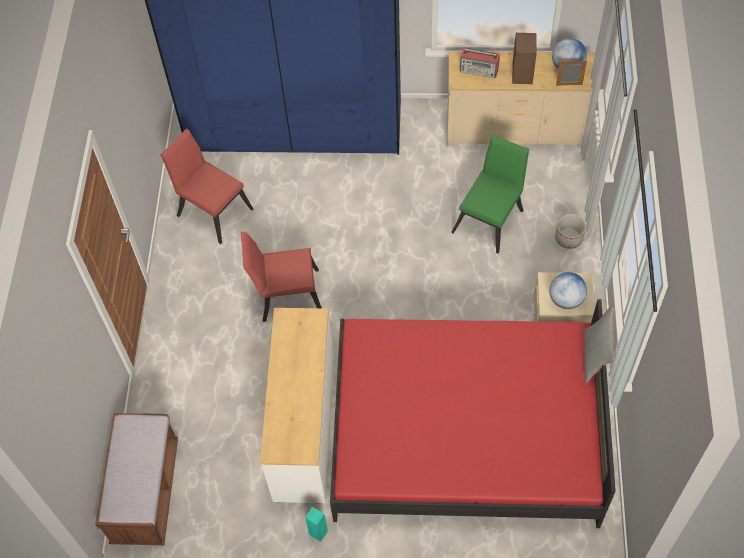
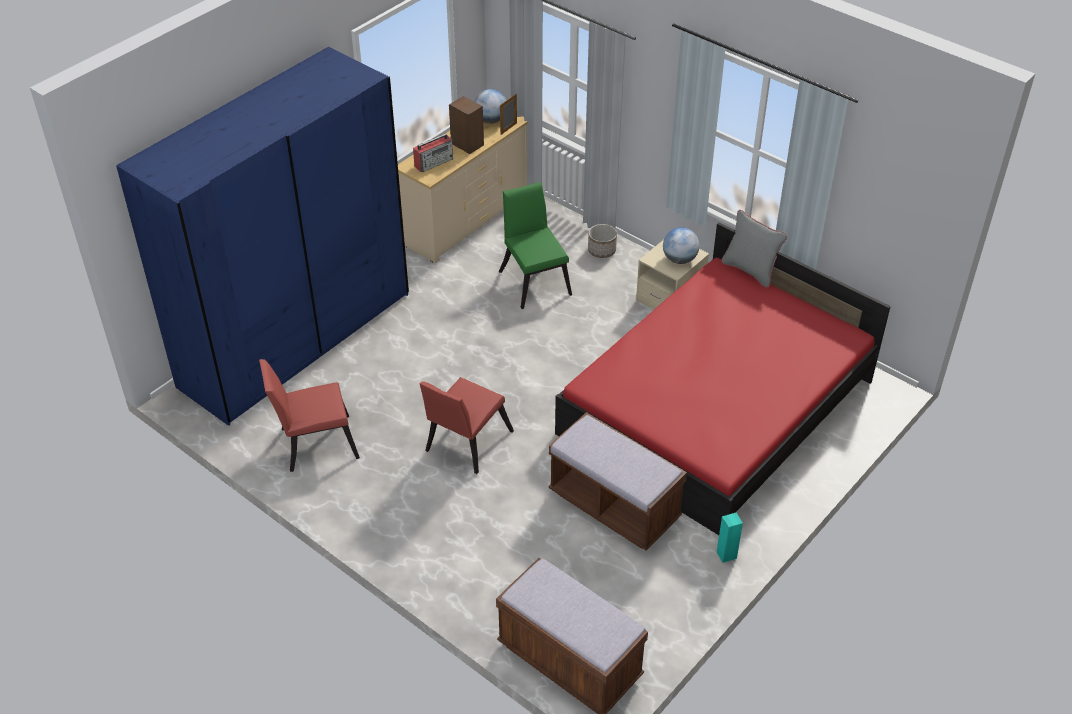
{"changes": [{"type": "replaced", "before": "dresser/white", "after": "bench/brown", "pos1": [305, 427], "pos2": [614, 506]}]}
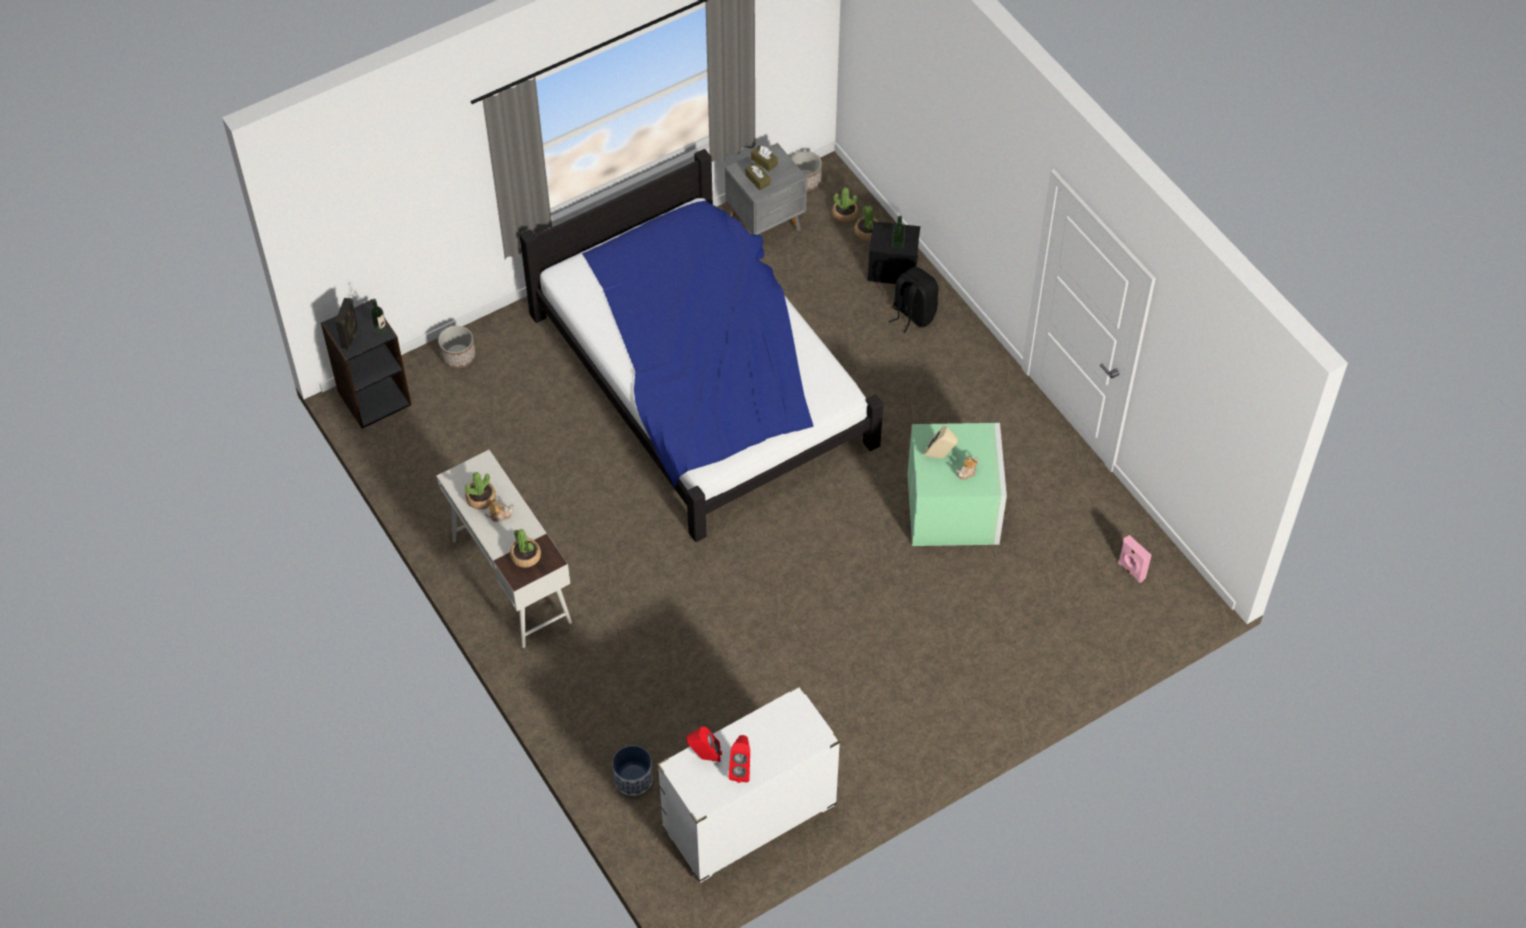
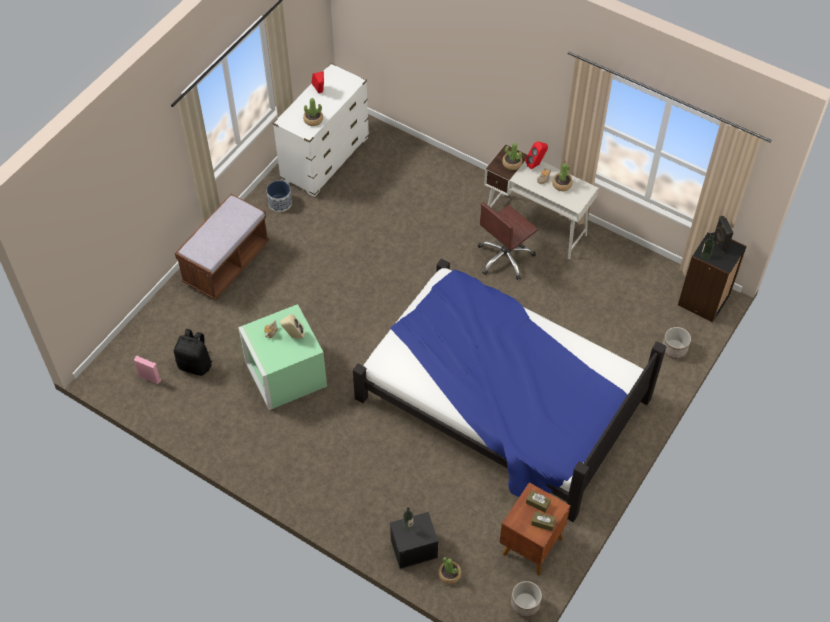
{"changes": [{"type": "added", "after": "bench/brown", "pos2": [226, 264]}, {"type": "added", "after": "office chair/brown", "pos2": [505, 258]}, {"type": "moved", "before": "planter", "pos1": [633, 779], "pos2": [280, 203]}, {"type": "moved", "before": "speaker/red", "pos1": [704, 756], "pos2": [536, 164]}, {"type": "moved", "before": "potted plant", "pos1": [845, 214], "pos2": [313, 120]}, {"type": "moved", "before": "backpack/black", "pos1": [912, 314], "pos2": [196, 365]}, {"type": "recoloured", "before": "nightstand/grey", "after": "nightstand/brown", "pos1": [766, 226], "pos2": [531, 546]}]}
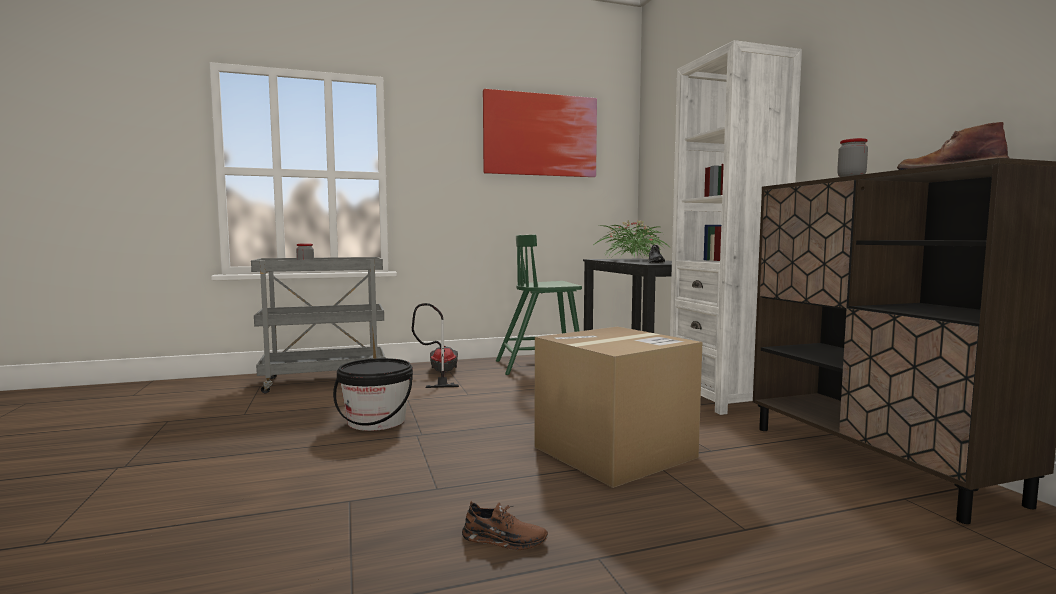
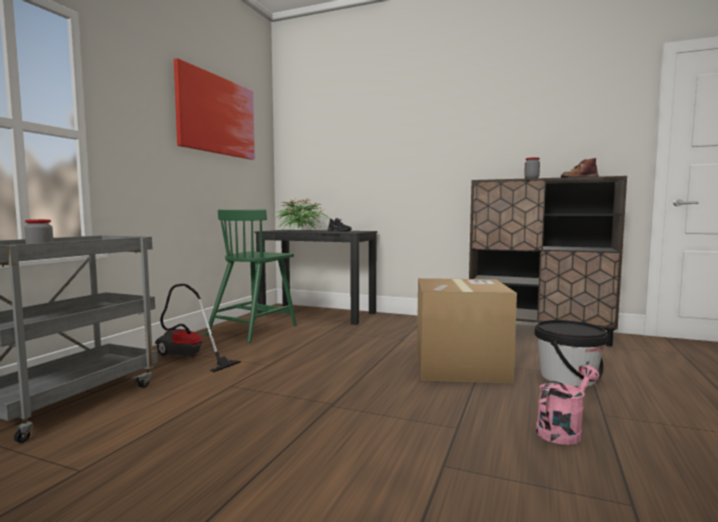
{"changes": [{"type": "removed", "before": "bookcase/white", "pos1": [723, 398]}, {"type": "moved", "before": "bucket/black", "pos1": [376, 421], "pos2": [568, 377]}, {"type": "replaced", "before": "shoe/brown", "after": "watering can/pink", "pos1": [504, 540], "pos2": [563, 430]}]}
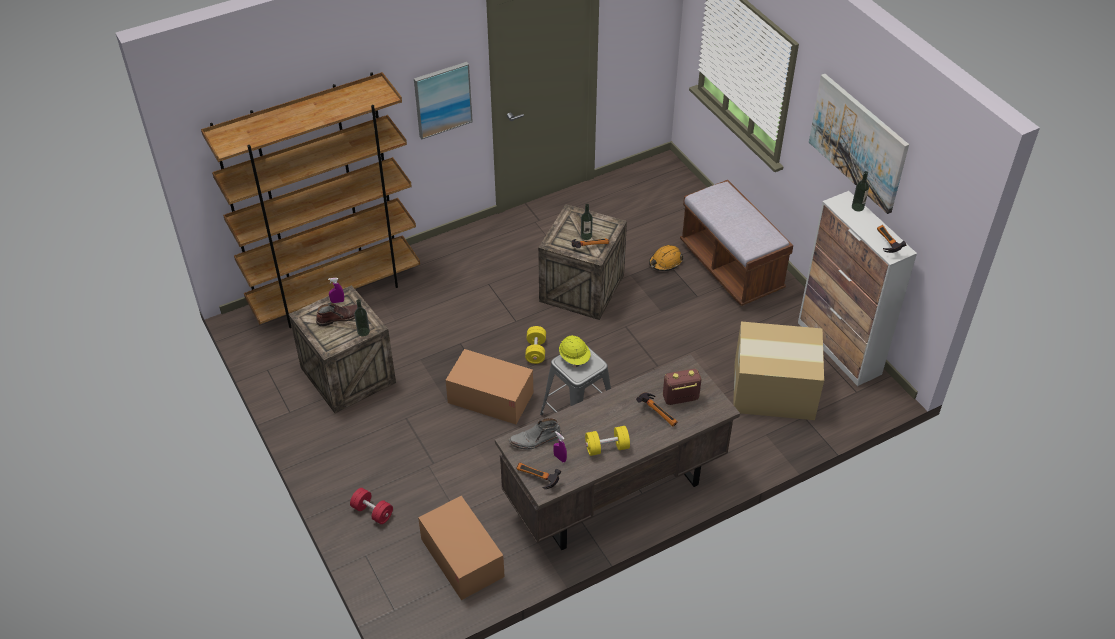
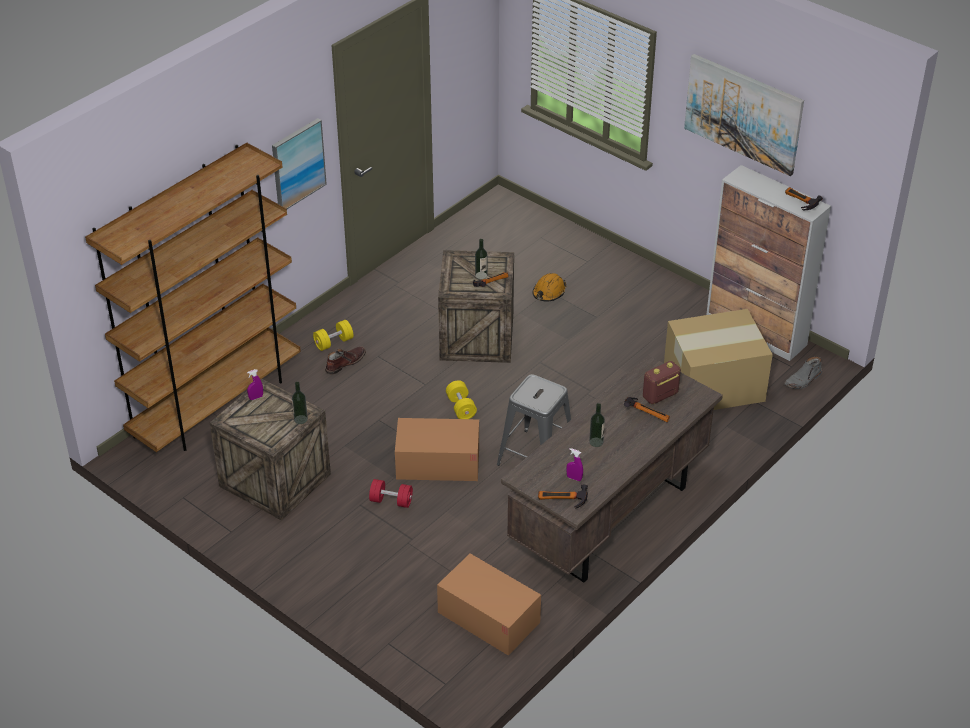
{"changes": [{"type": "removed", "before": "hard hat/yellow", "pos1": [574, 358]}, {"type": "removed", "before": "bench/brown", "pos1": [731, 267]}, {"type": "moved", "before": "boot/brown", "pos1": [340, 317], "pos2": [345, 363]}, {"type": "moved", "before": "dumbbell/red", "pos1": [372, 512], "pos2": [391, 501]}, {"type": "moved", "before": "boot/grey", "pos1": [535, 440], "pos2": [803, 380]}, {"type": "moved", "before": "dumbbell/yellow", "pos1": [607, 447], "pos2": [333, 342]}, {"type": "moved", "before": "bottle", "pos1": [857, 207], "pos2": [596, 442]}]}
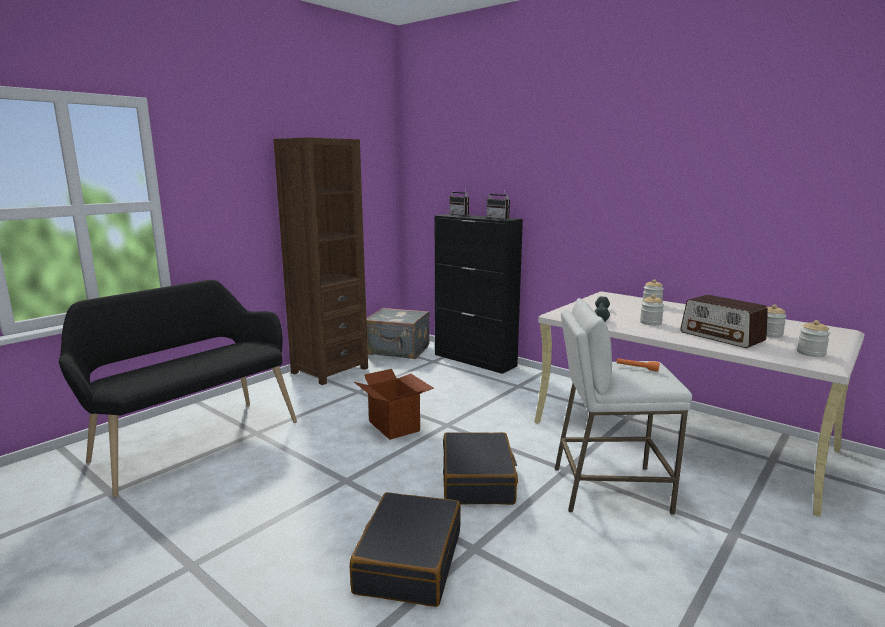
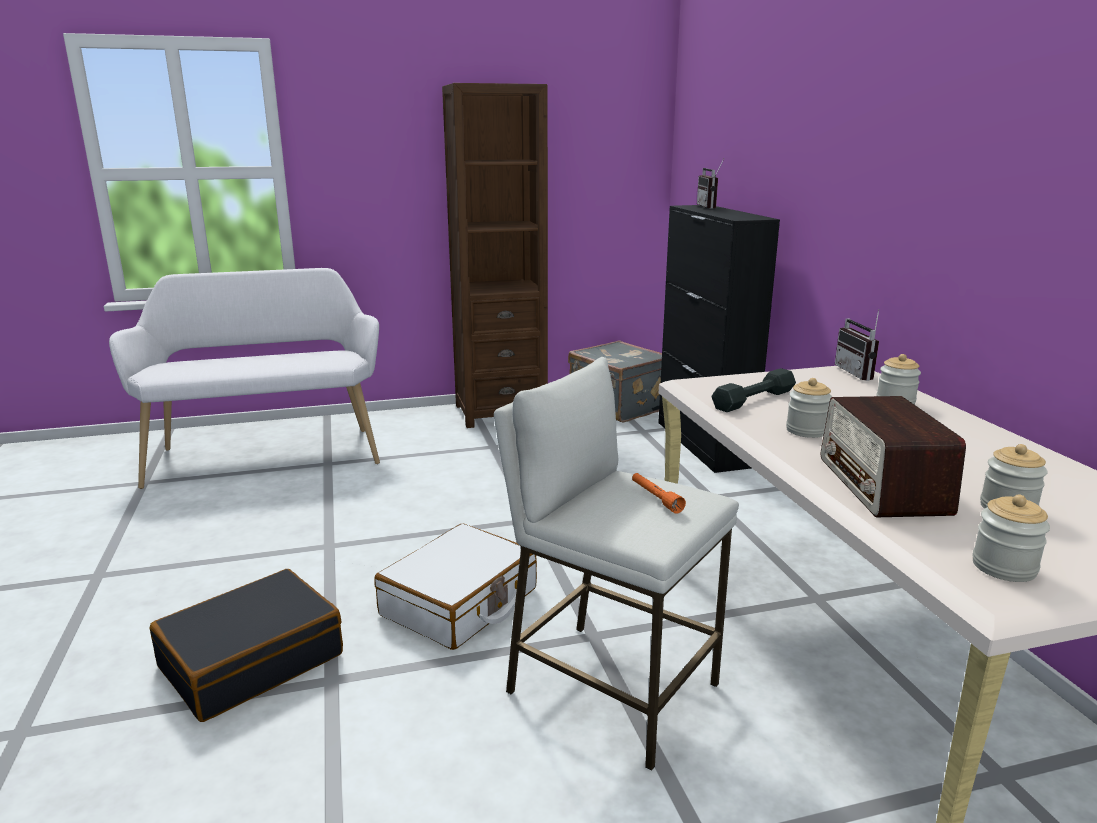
{"changes": [{"type": "removed", "before": "cardboard box", "pos1": [394, 426]}, {"type": "moved", "before": "radio", "pos1": [500, 218], "pos2": [859, 373]}, {"type": "recoloured", "before": "bench/black", "after": "bench/white", "pos1": [192, 440], "pos2": [267, 453]}, {"type": "recoloured", "before": "suitcase/black", "after": "suitcase/white", "pos1": [478, 480], "pos2": [460, 602]}]}
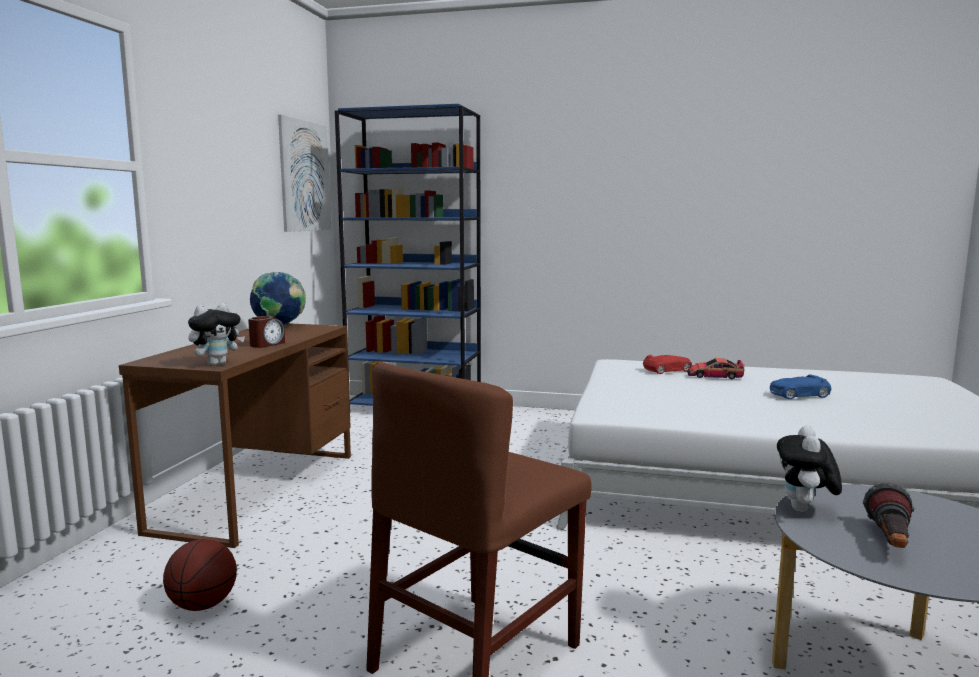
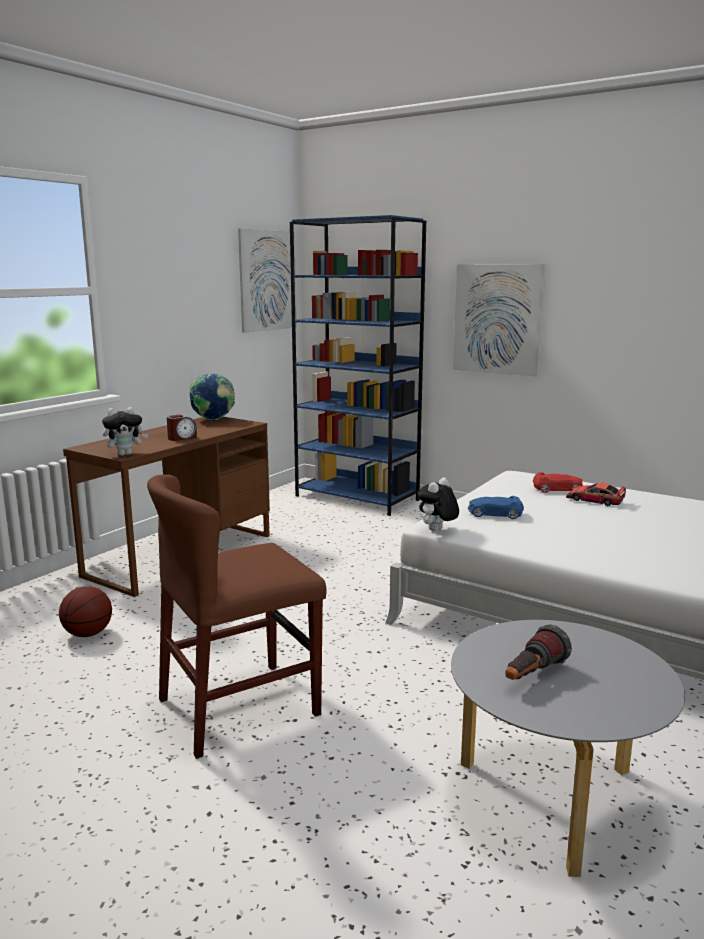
{"changes": [{"type": "added", "after": "picture", "pos2": [497, 319]}, {"type": "moved", "before": "toy car/blue", "pos1": [798, 395], "pos2": [495, 514]}, {"type": "moved", "before": "plush toy", "pos1": [805, 510], "pos2": [437, 530]}]}
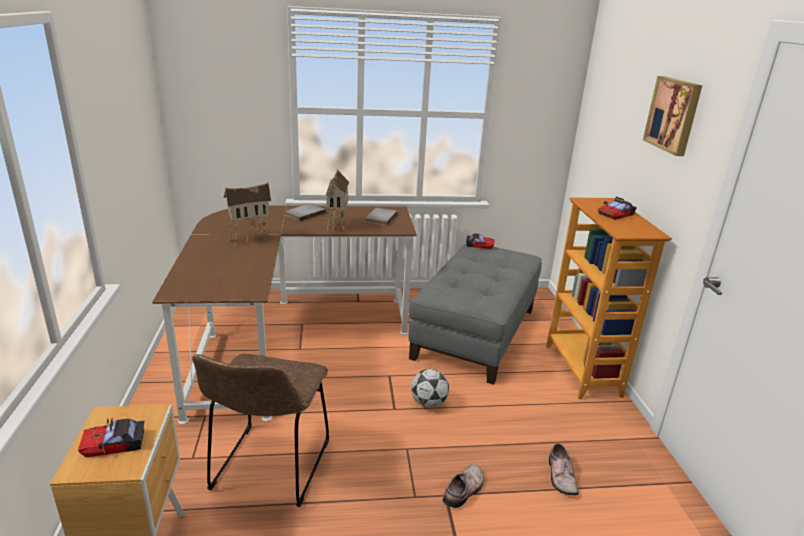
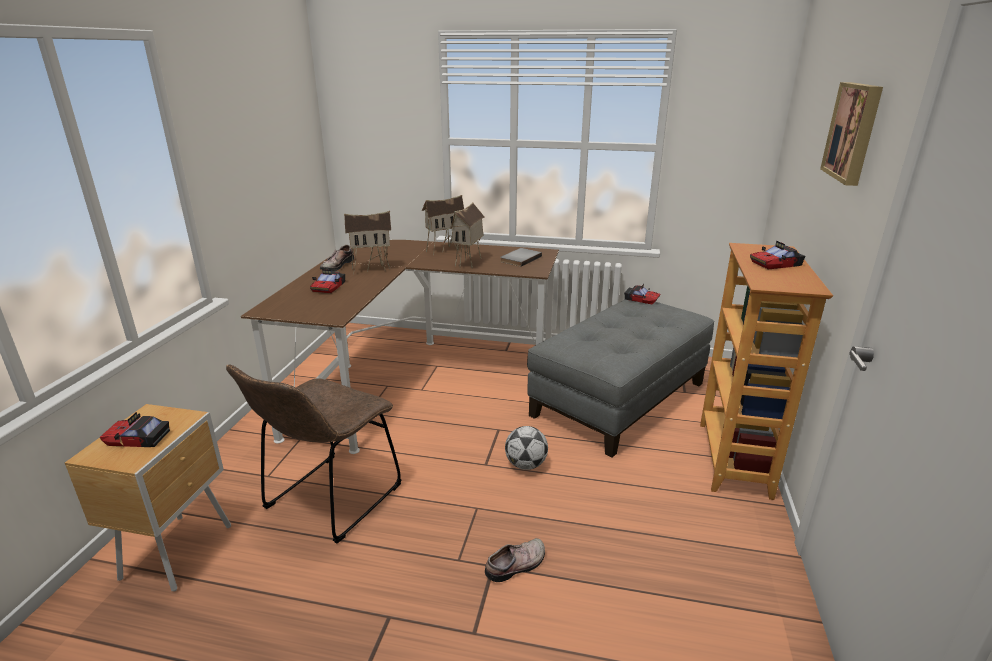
{"changes": [{"type": "added", "after": "toy car", "pos2": [329, 287]}, {"type": "moved", "before": "shoe", "pos1": [560, 476], "pos2": [336, 265]}, {"type": "replaced", "before": "book/grey", "after": "toy house", "pos1": [304, 213], "pos2": [444, 250]}]}
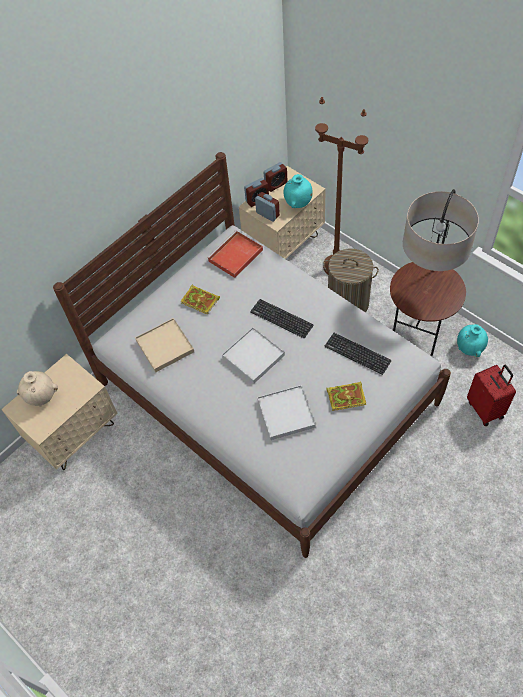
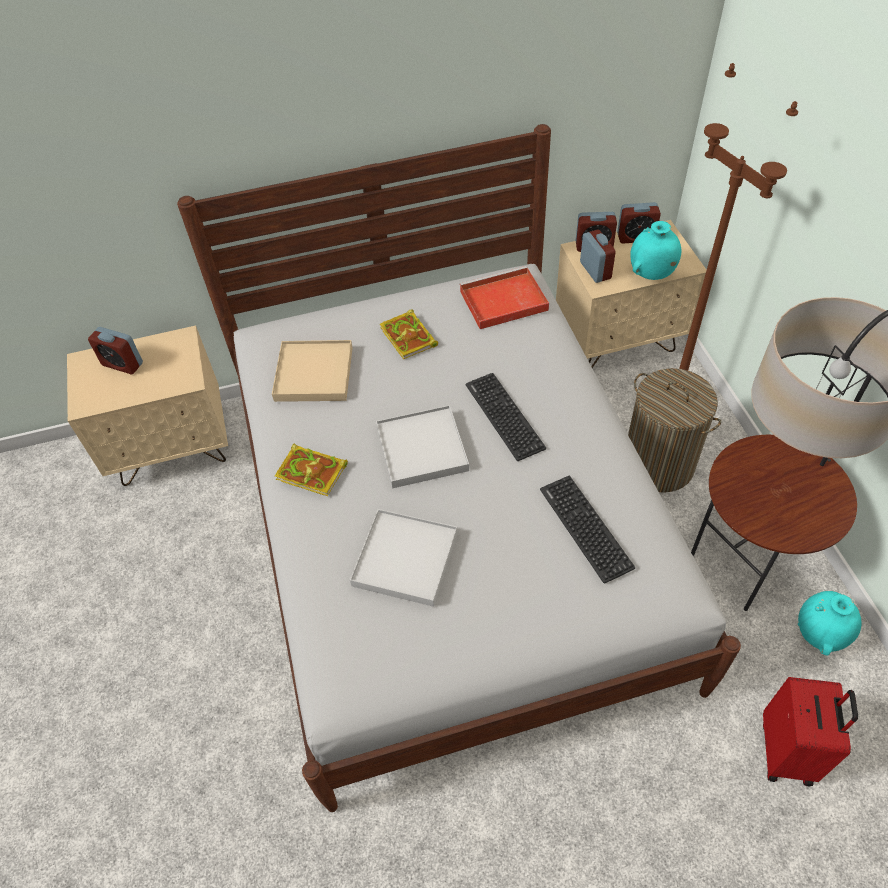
{"changes": [{"type": "moved", "before": "book", "pos1": [347, 396], "pos2": [313, 472]}, {"type": "replaced", "before": "vase/beige", "after": "alarm clock", "pos1": [42, 397], "pos2": [122, 364]}]}
